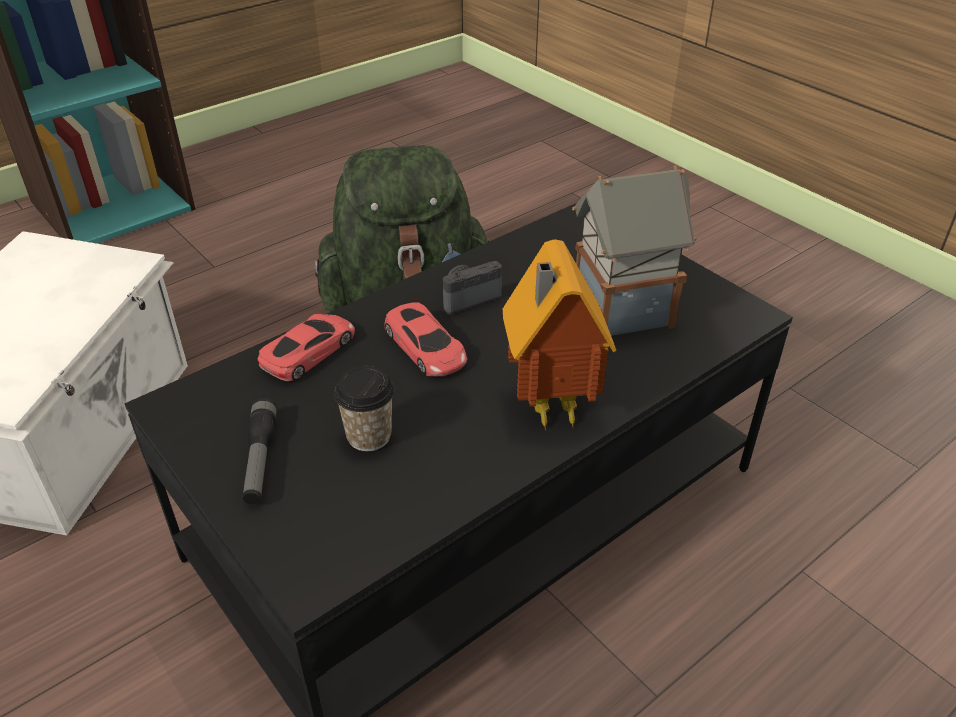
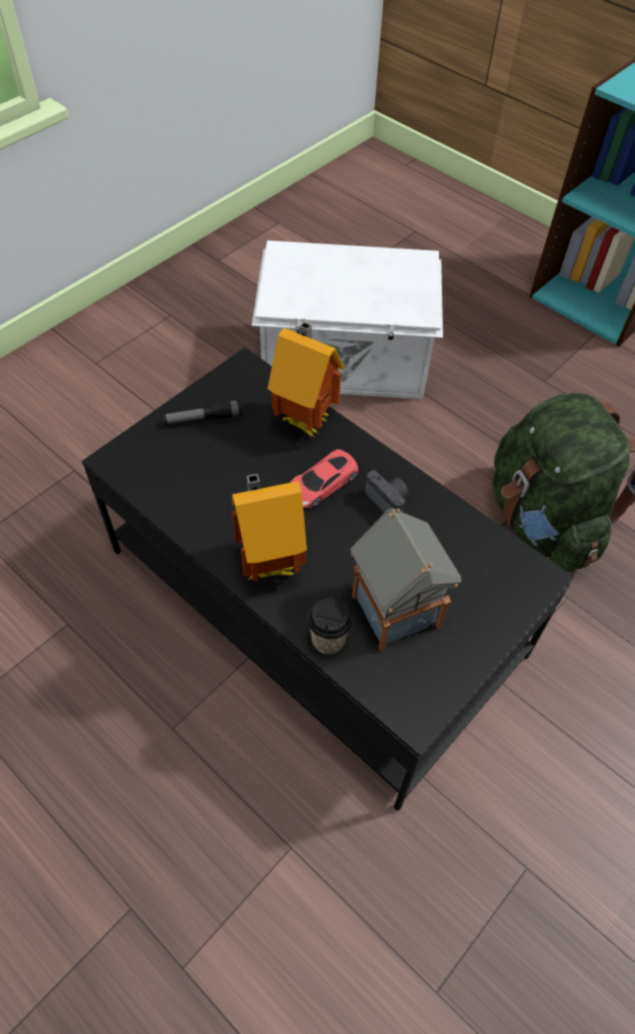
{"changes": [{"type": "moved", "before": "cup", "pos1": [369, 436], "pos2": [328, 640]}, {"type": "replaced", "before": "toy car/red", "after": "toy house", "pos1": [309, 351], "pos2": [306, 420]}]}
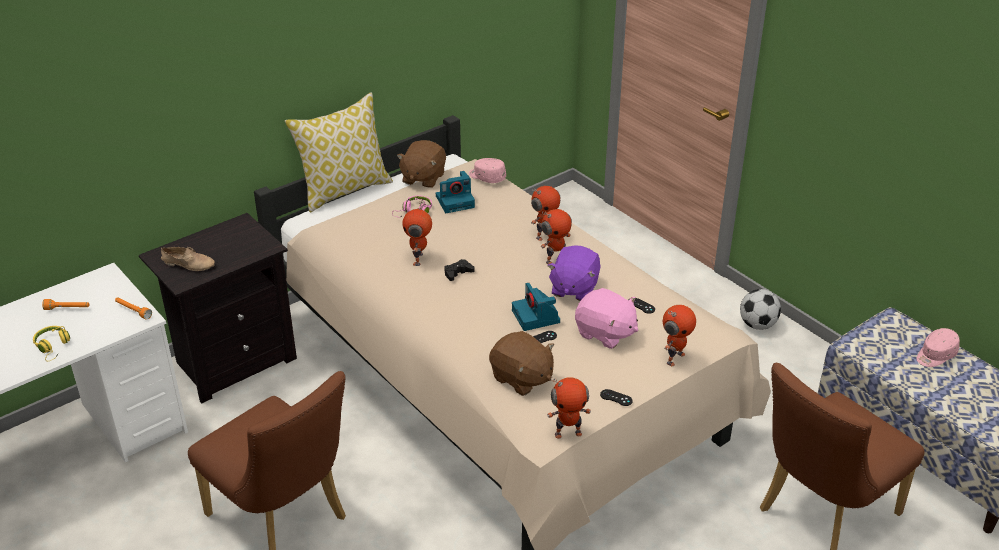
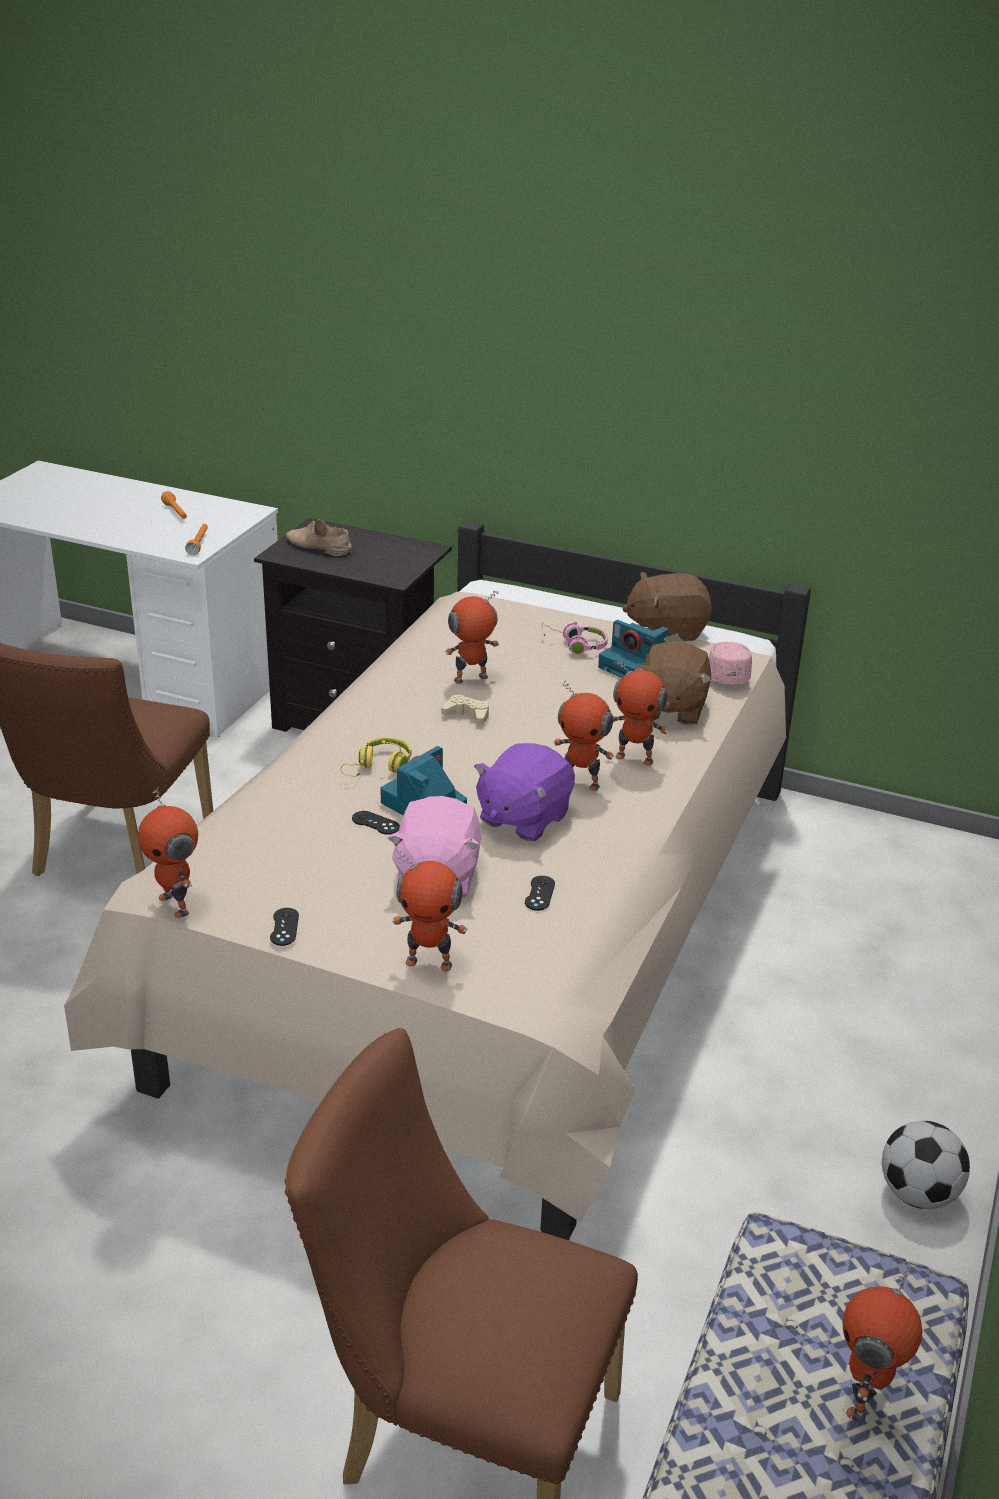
{"changes": [{"type": "removed", "before": "pillow", "pos1": [344, 190]}, {"type": "moved", "before": "headphones/yellow", "pos1": [53, 347], "pos2": [379, 767]}, {"type": "moved", "before": "plush toy/brown", "pos1": [521, 378], "pos2": [670, 709]}, {"type": "replaced", "before": "cap/pink", "after": "toy robot", "pos1": [935, 355], "pos2": [865, 1399]}, {"type": "recoloured", "before": "game controller/black", "after": "game controller/beige", "pos1": [458, 273], "pos2": [467, 715]}, {"type": "turned", "before": "shoe/beige", "pos1": [189, 263], "pos2": [317, 546], "turn": 135}, {"type": "turned", "before": "plush toy/purple", "pos1": [573, 288], "pos2": [523, 818], "turn": -45}]}
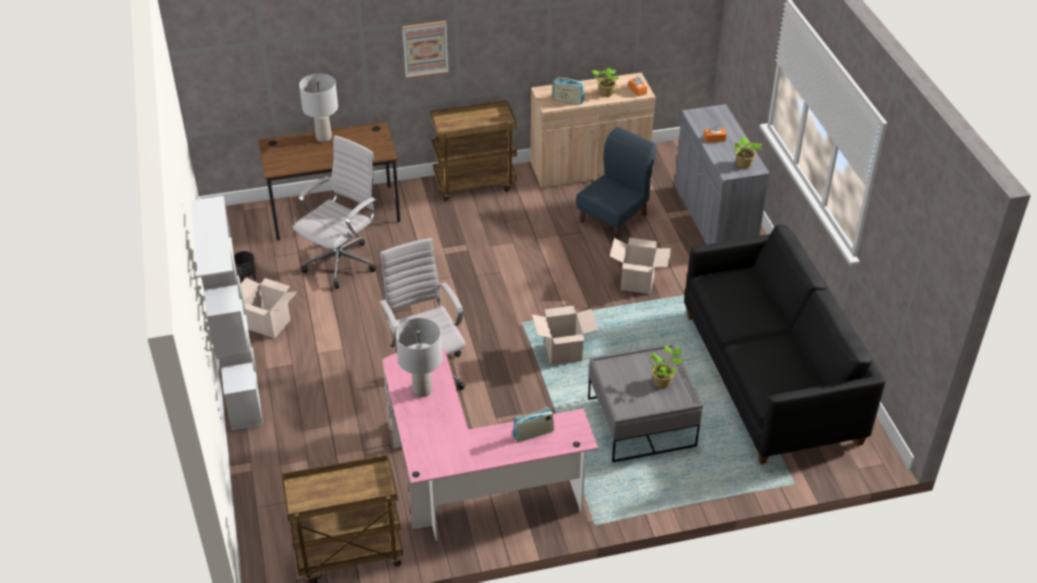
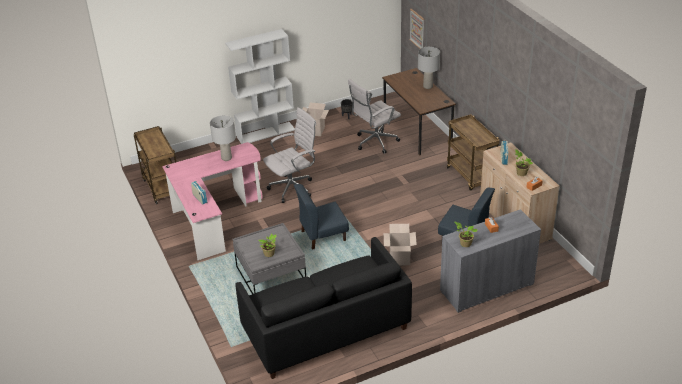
{"changes": [{"type": "moved", "before": "picture", "pos1": [425, 48], "pos2": [417, 29]}, {"type": "replaced", "before": "cardboard box", "after": "chair/blue", "pos1": [563, 353], "pos2": [322, 235]}, {"type": "turned", "before": "office chair/white", "pos1": [342, 261], "pos2": [374, 142], "turn": 120}]}
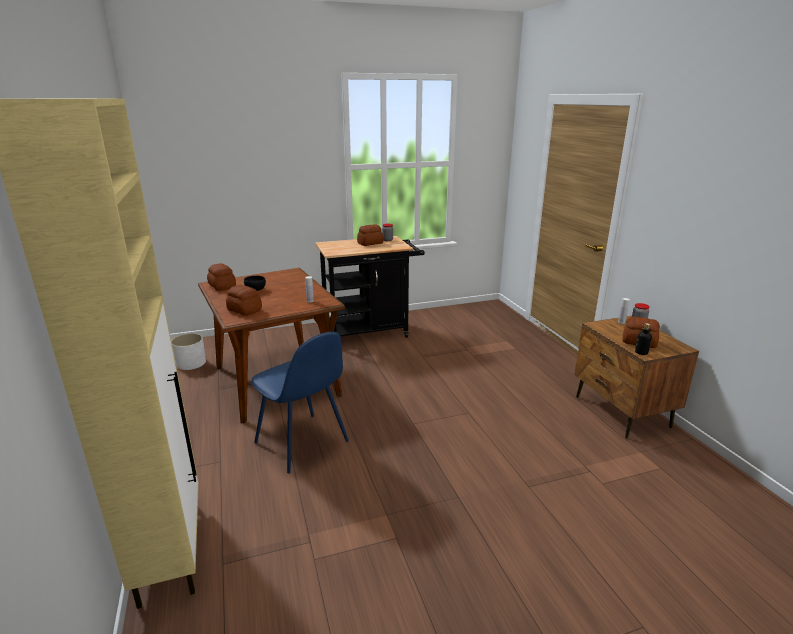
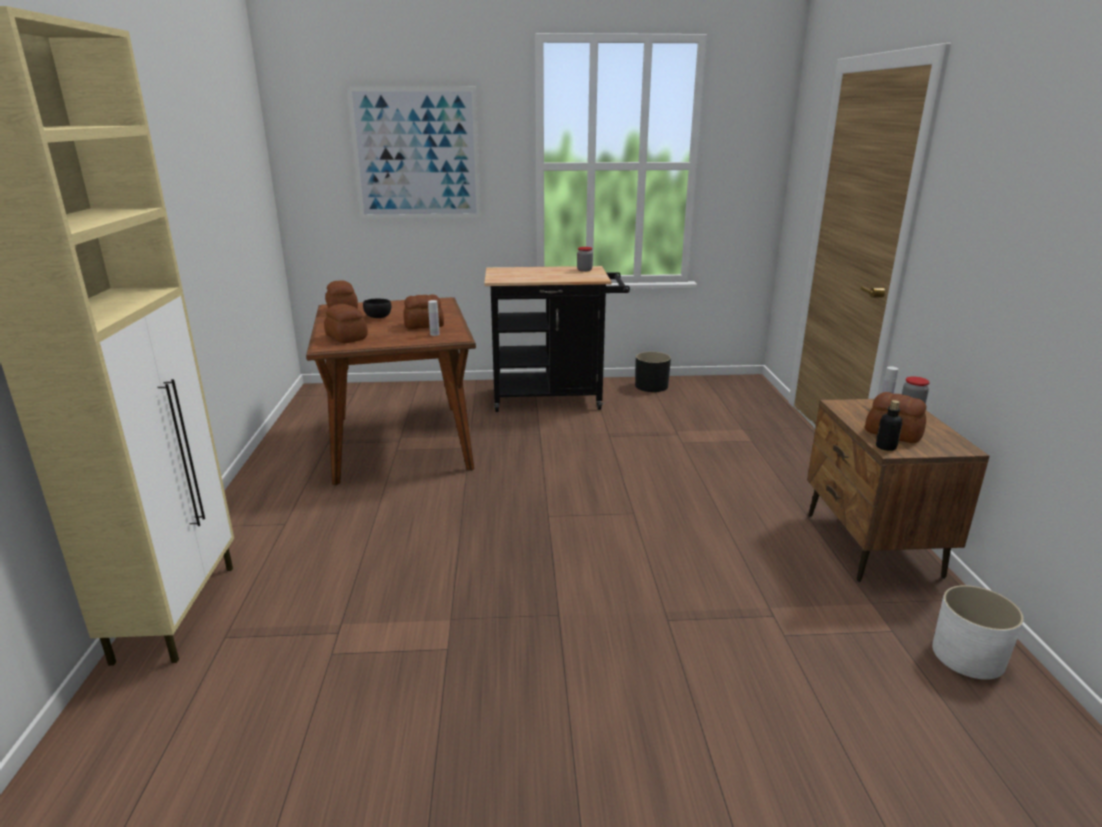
{"changes": [{"type": "removed", "before": "chair/blue", "pos1": [303, 443]}, {"type": "added", "after": "picture", "pos2": [416, 154]}, {"type": "added", "after": "planter/black", "pos2": [651, 386]}, {"type": "moved", "before": "planter/white", "pos1": [191, 363], "pos2": [968, 656]}, {"type": "moved", "before": "bread", "pos1": [370, 243], "pos2": [424, 325]}]}
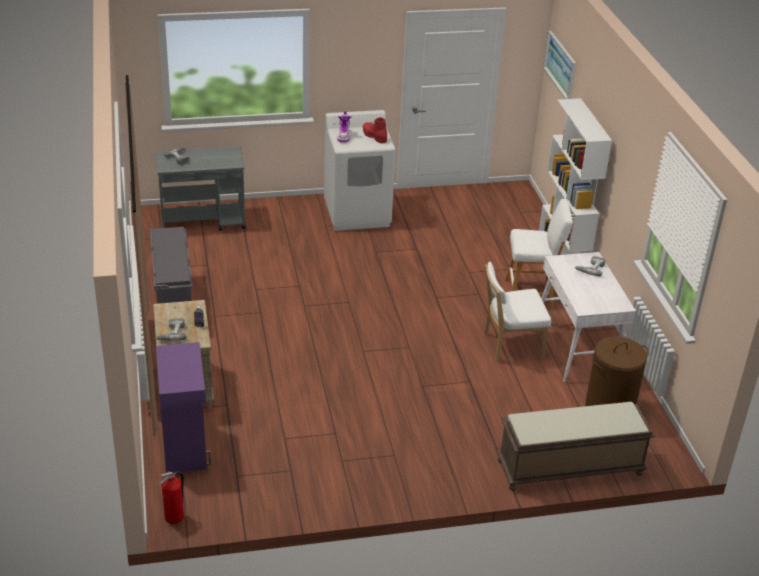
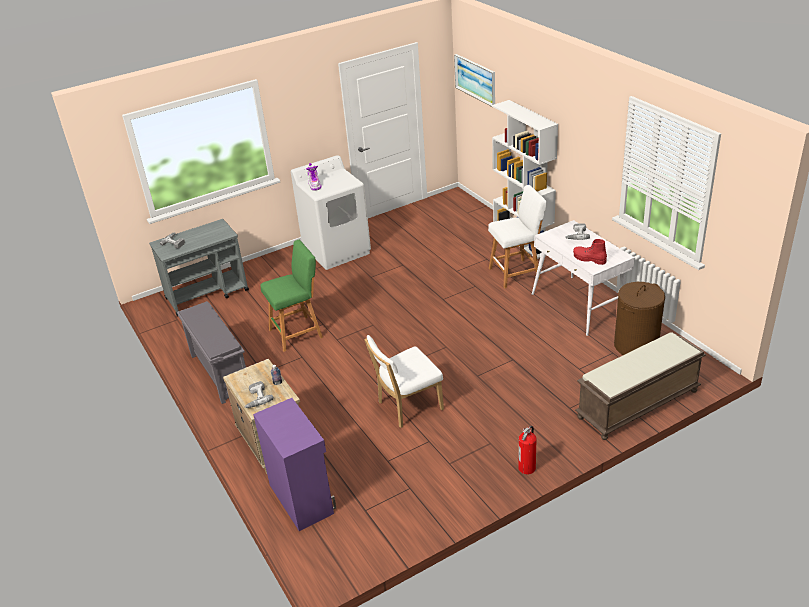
{"changes": [{"type": "added", "after": "stool/green", "pos2": [298, 332]}, {"type": "moved", "before": "fire extinguisher", "pos1": [174, 517], "pos2": [527, 468]}, {"type": "moved", "before": "boot/red", "pos1": [374, 136], "pos2": [589, 259]}, {"type": "moved", "before": "chair/white", "pos1": [510, 345], "pos2": [407, 407]}]}
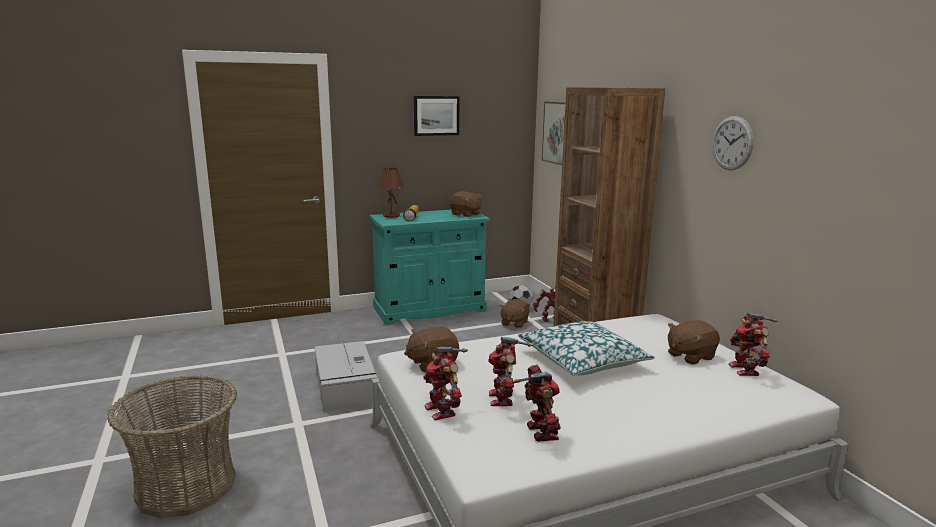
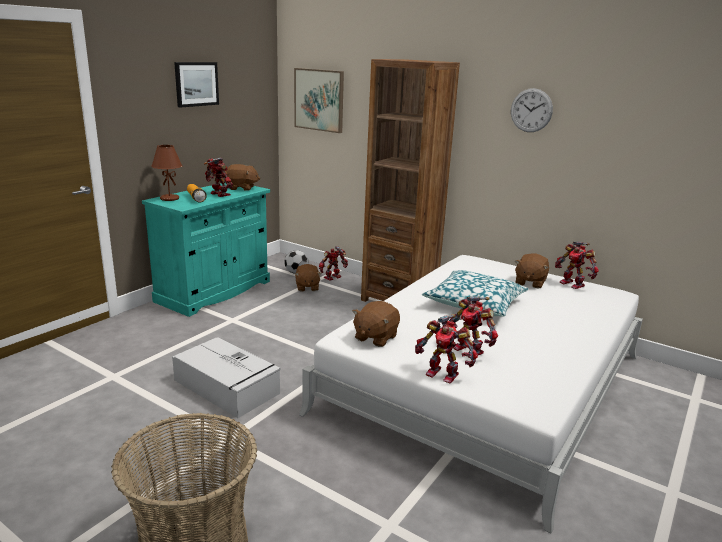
{"changes": [{"type": "moved", "before": "toy robot", "pos1": [539, 433], "pos2": [219, 194]}]}
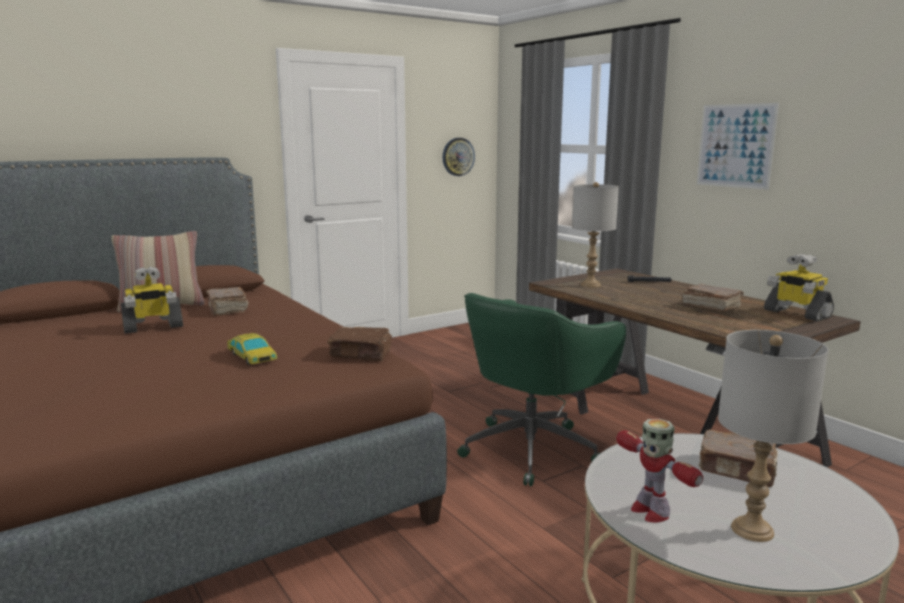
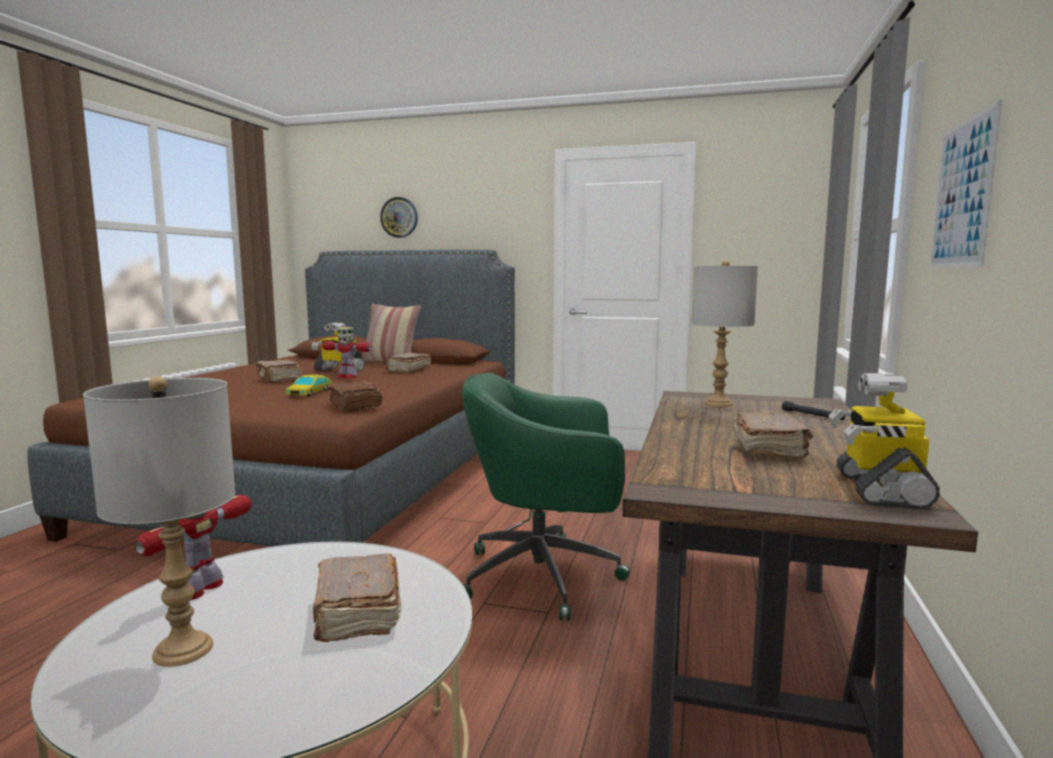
{"changes": [{"type": "added", "after": "book/brown", "pos2": [278, 379]}, {"type": "added", "after": "toy robot", "pos2": [346, 377]}, {"type": "moved", "before": "wall clock", "pos1": [458, 156], "pos2": [399, 217]}]}
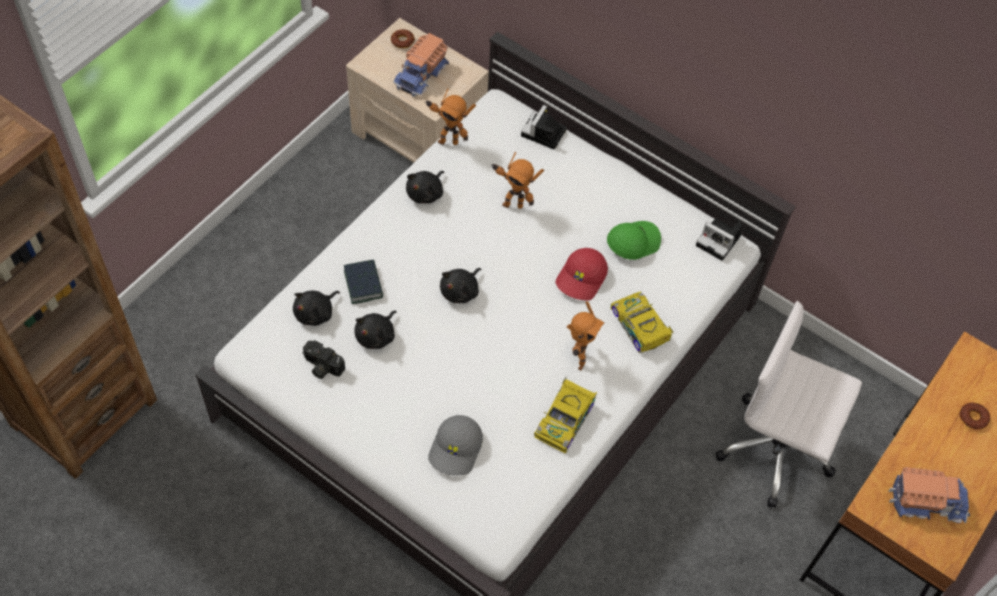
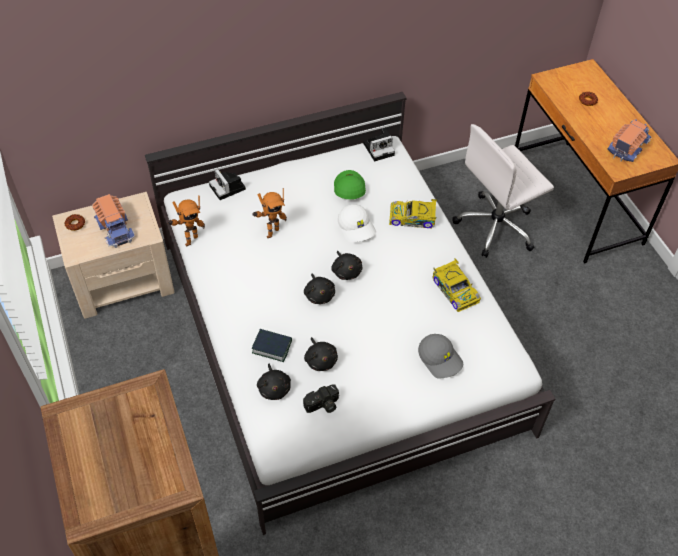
{"changes": [{"type": "removed", "before": "toy robot", "pos1": [577, 360]}, {"type": "moved", "before": "plush toy/black", "pos1": [426, 193], "pos2": [346, 271]}, {"type": "recoloured", "before": "cap/red", "after": "cap/white", "pos1": [582, 279], "pos2": [357, 227]}]}
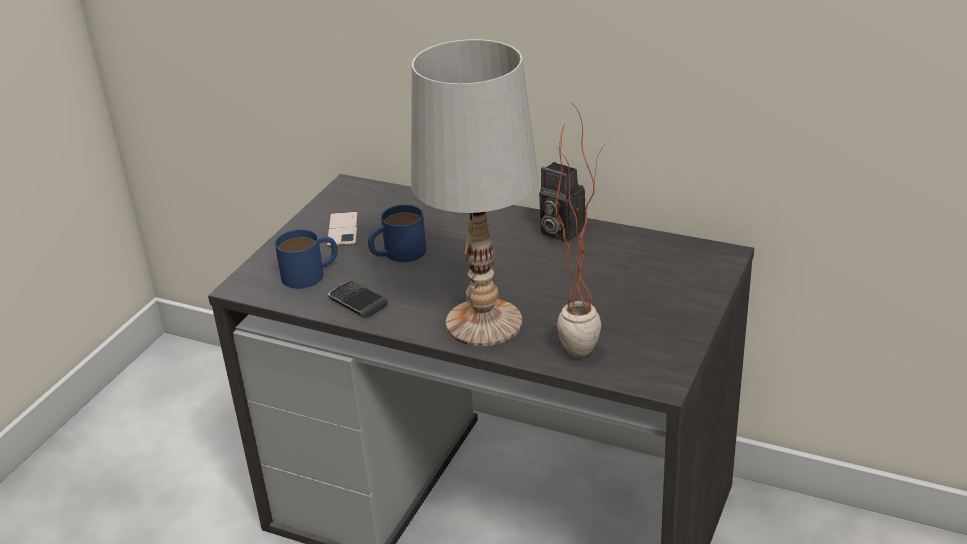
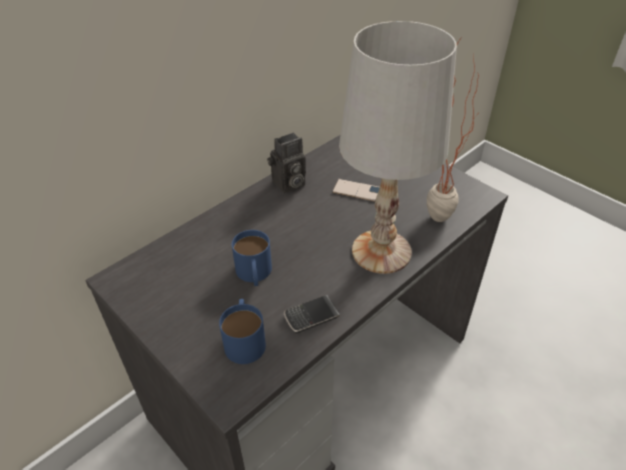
{"changes": [{"type": "moved", "before": "phone", "pos1": [343, 230], "pos2": [358, 191]}]}
